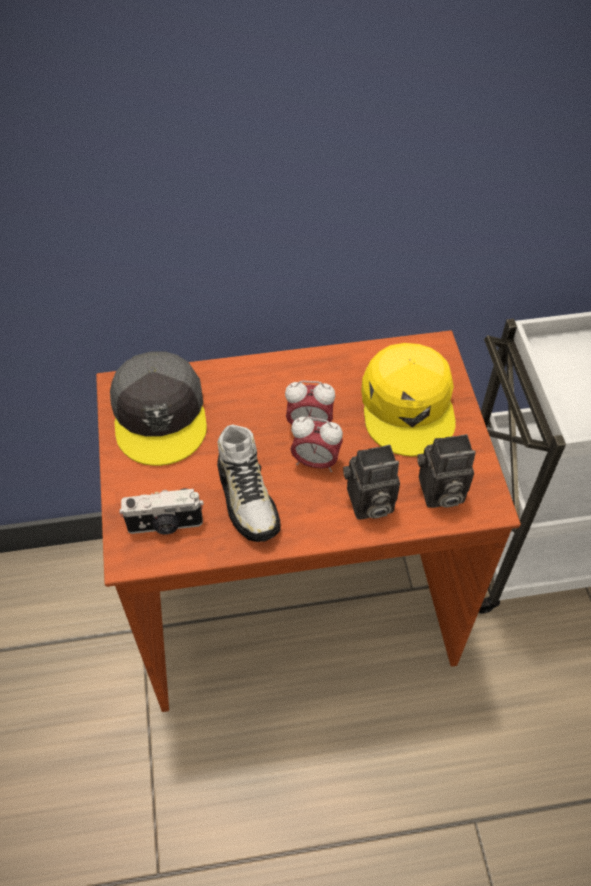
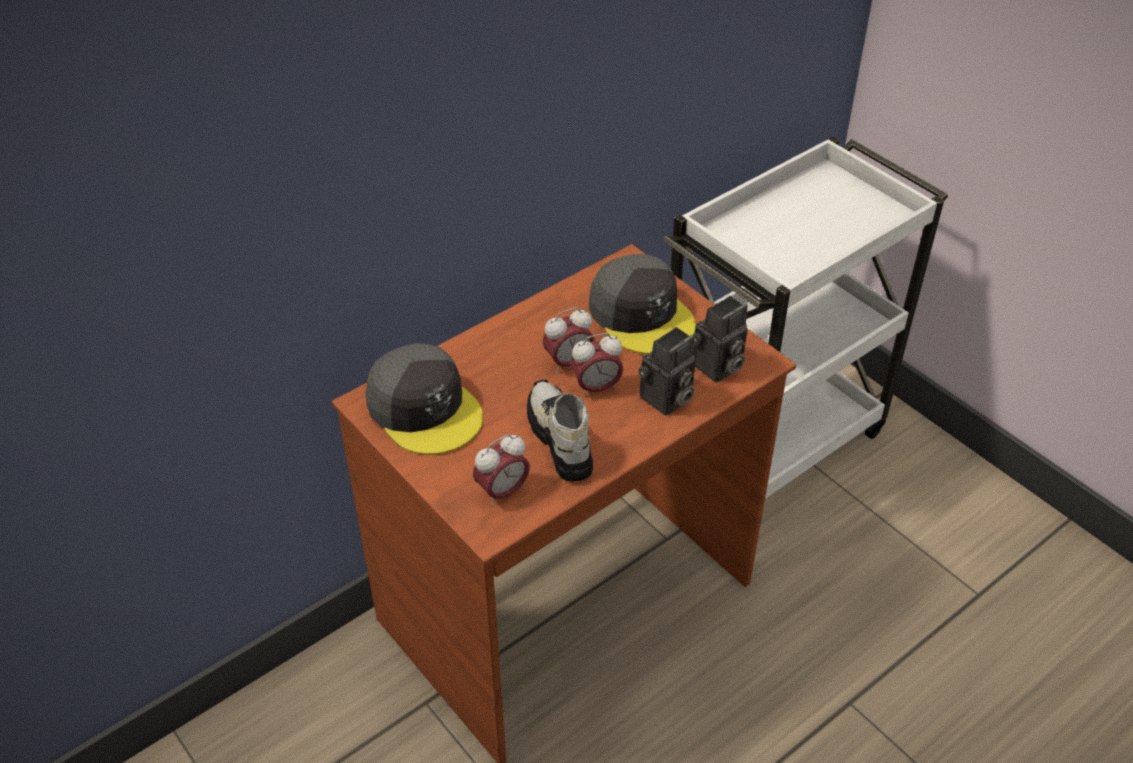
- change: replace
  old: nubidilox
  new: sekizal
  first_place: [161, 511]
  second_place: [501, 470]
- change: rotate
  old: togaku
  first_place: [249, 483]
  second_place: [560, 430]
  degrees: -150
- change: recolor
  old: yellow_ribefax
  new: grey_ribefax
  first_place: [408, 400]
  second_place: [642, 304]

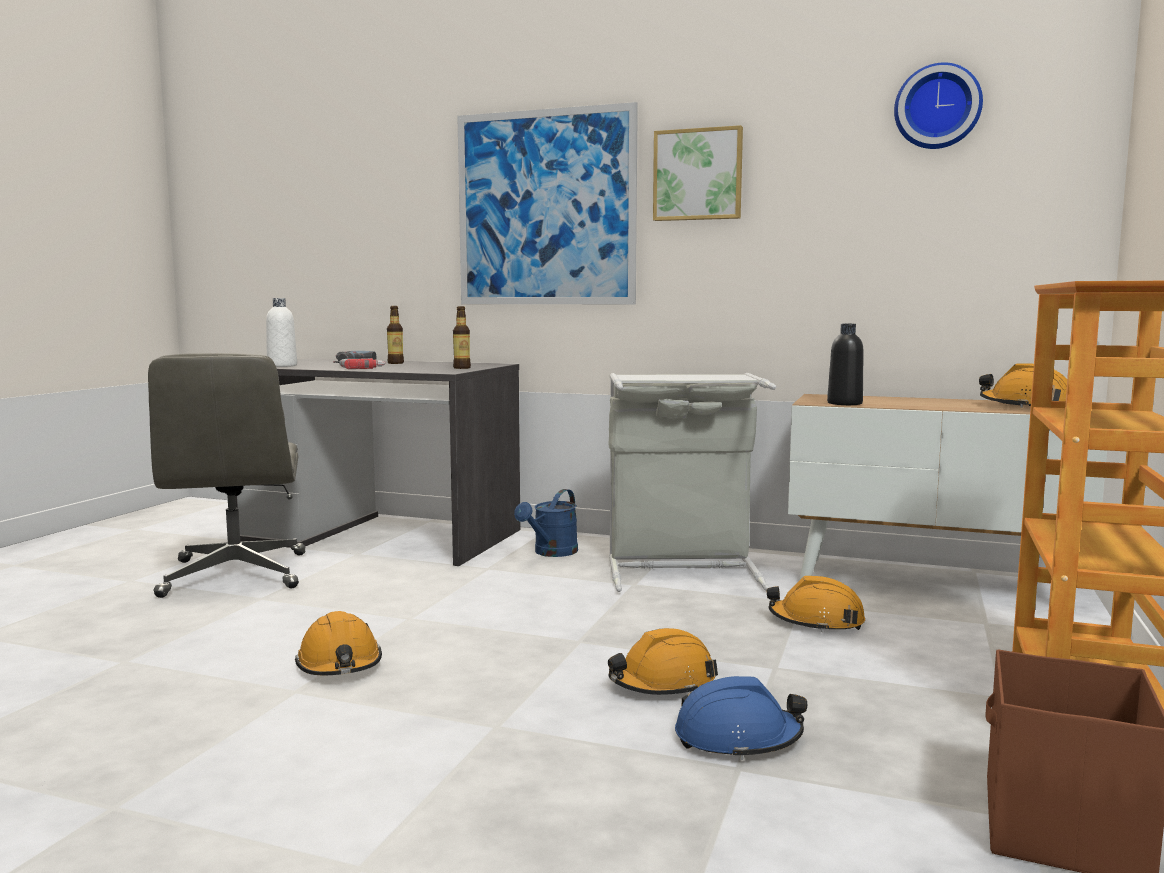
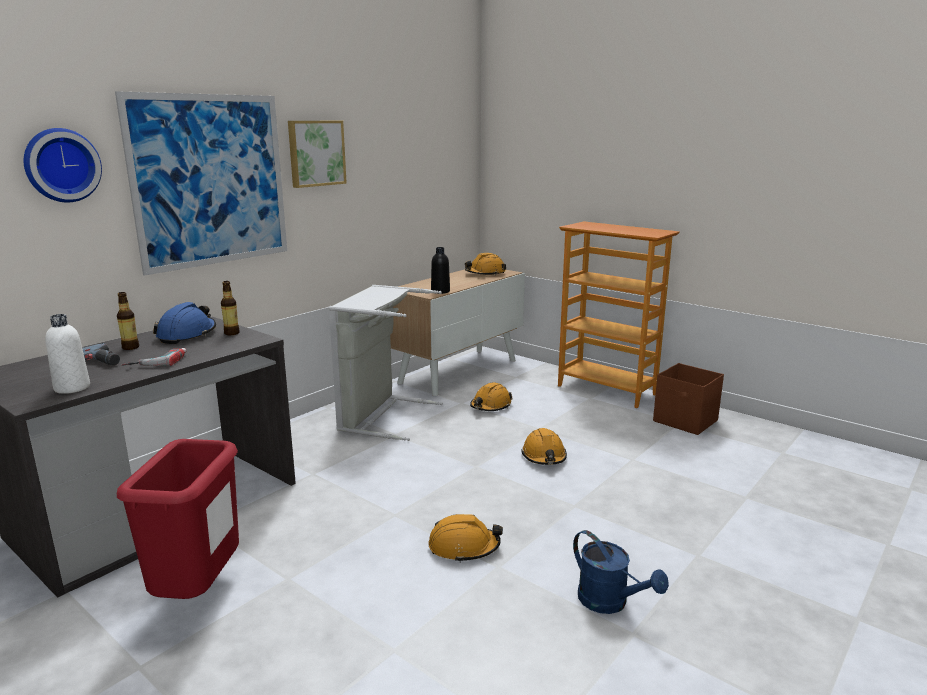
- change: replace
  old: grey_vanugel
  new: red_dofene
  first_place: [227, 475]
  second_place: [178, 519]
- change: move
  old: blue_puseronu
  first_place: [546, 523]
  second_place: [621, 572]
- change: move
  old: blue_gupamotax
  first_place: [741, 718]
  second_place: [184, 323]
- change: move
  old: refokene
  first_place: [938, 105]
  second_place: [63, 165]

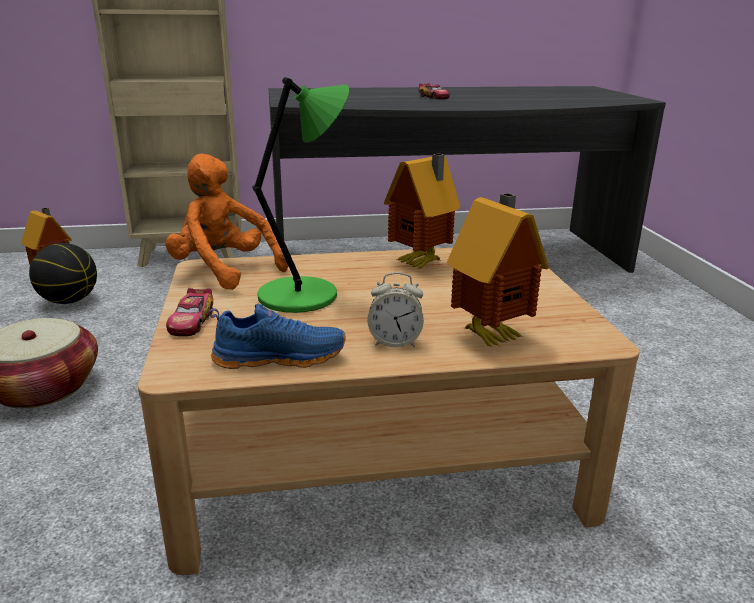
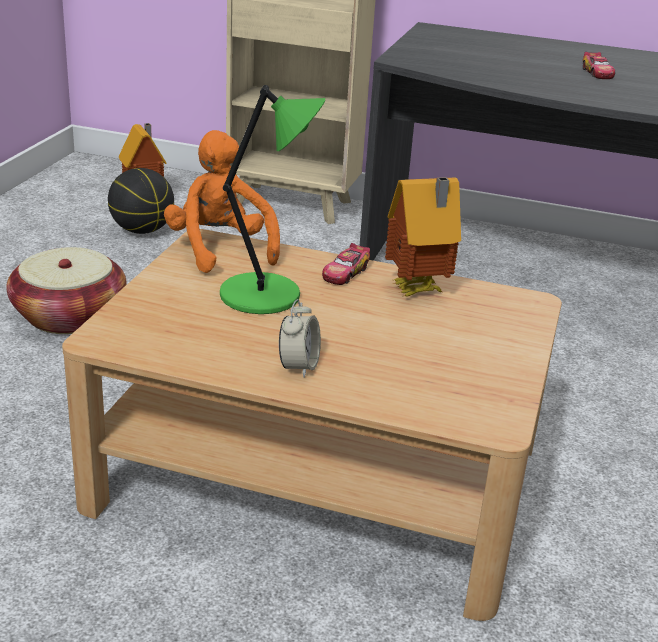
- change: move
  old: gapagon
  first_place: [189, 312]
  second_place: [346, 264]
- change: delete
  old: blue_togaku
  first_place: [277, 336]
- change: rotate
  old: sekizal
  first_place: [395, 309]
  second_place: [300, 338]
  degrees: -105
- change: delete
  old: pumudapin
  first_place: [498, 270]

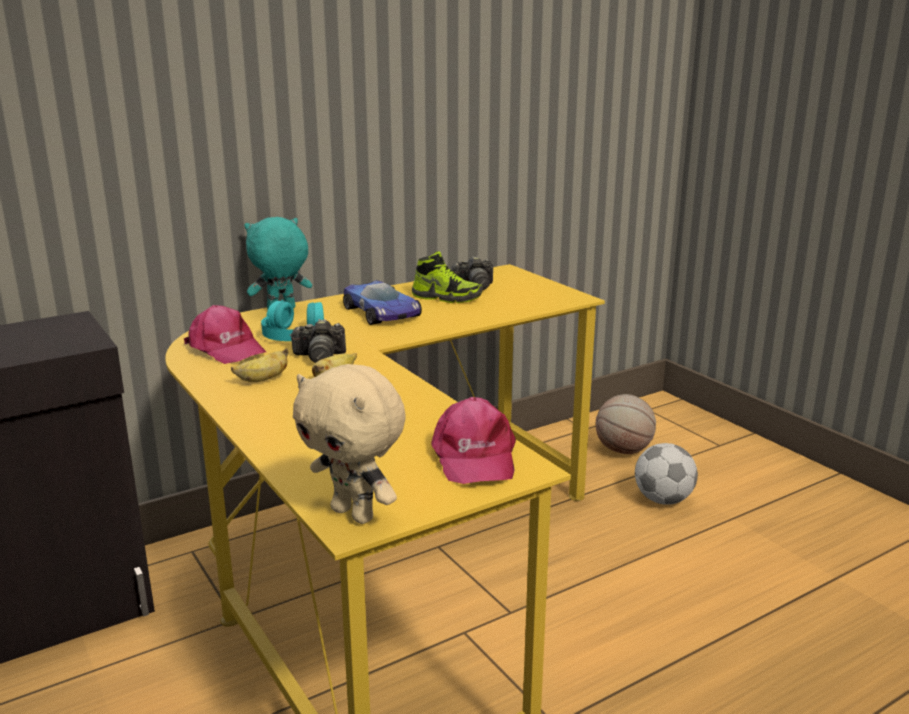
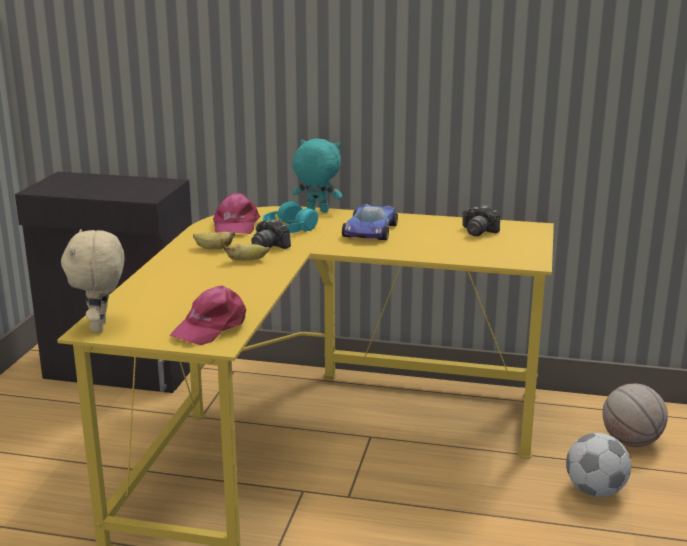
- change: delete
  old: togaku
  first_place: [447, 277]

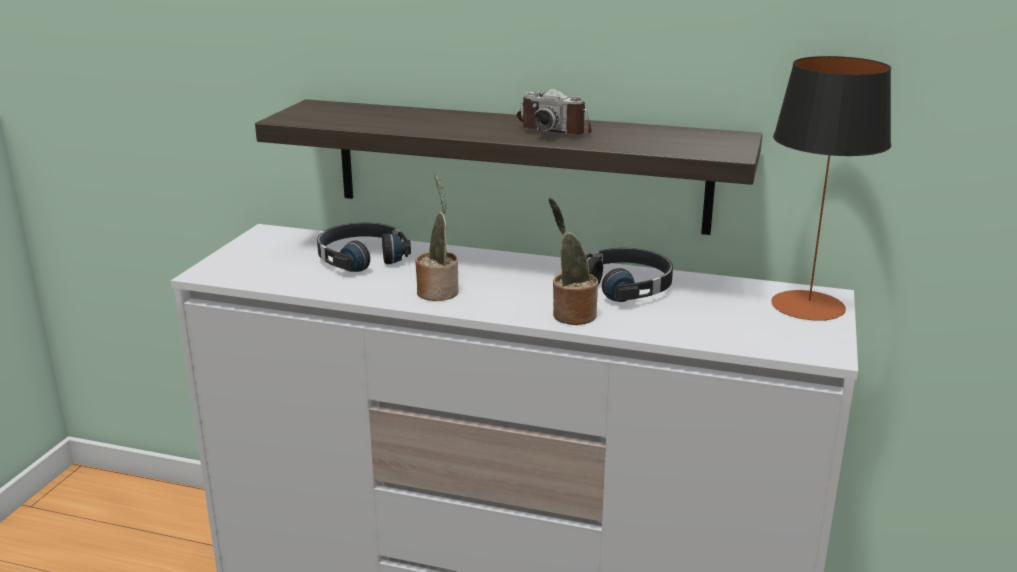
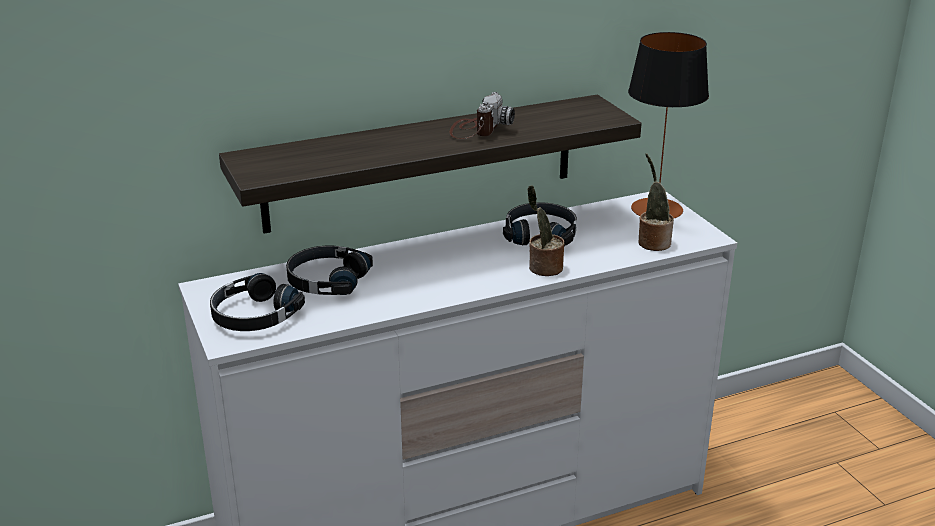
- change: move
  old: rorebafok
  first_place: [437, 237]
  second_place: [656, 202]
- change: rotate
  old: nubidilox
  first_place: [554, 112]
  second_place: [482, 115]
  degrees: -60
- change: insert
  new: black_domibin
  second_place: [257, 302]

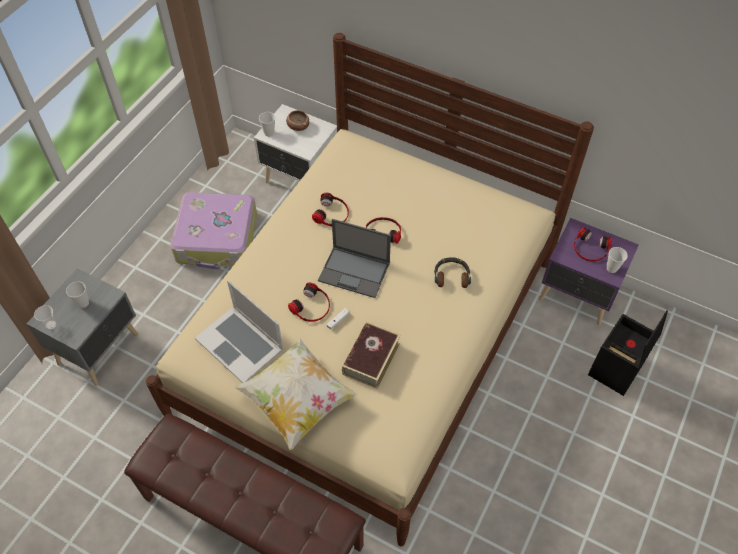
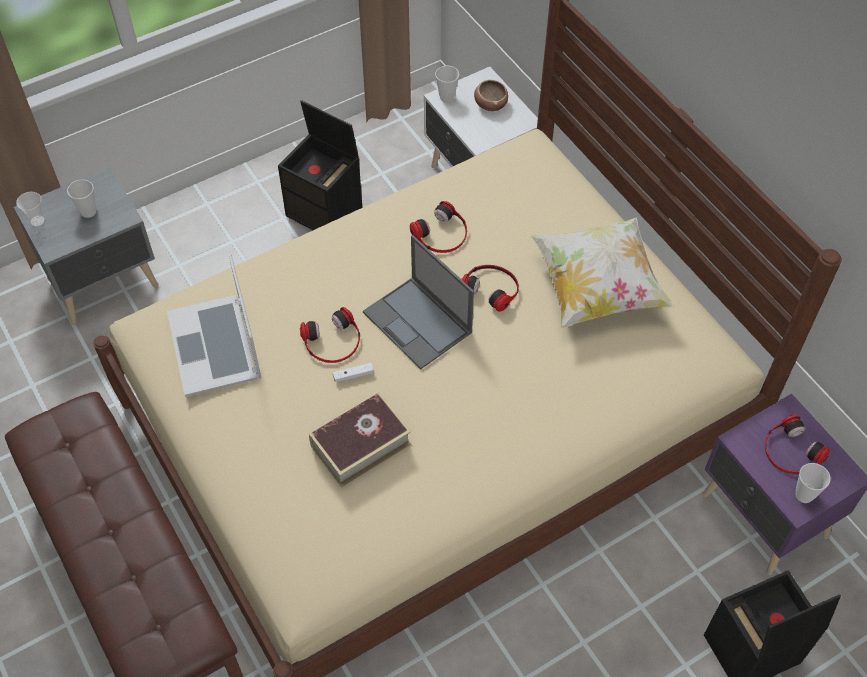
- change: replace
  old: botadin
  new: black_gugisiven
  first_place: [214, 231]
  second_place: [320, 165]
- change: move
  old: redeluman
  first_place: [296, 394]
  second_place: [603, 272]
- change: delete
  old: domibin
  first_place: [452, 272]

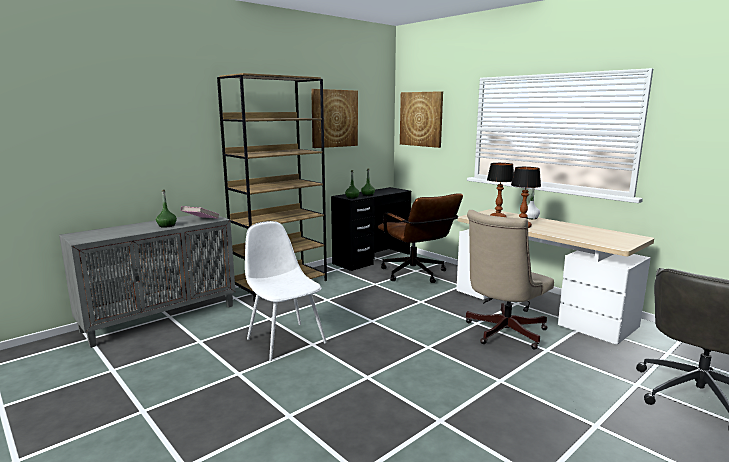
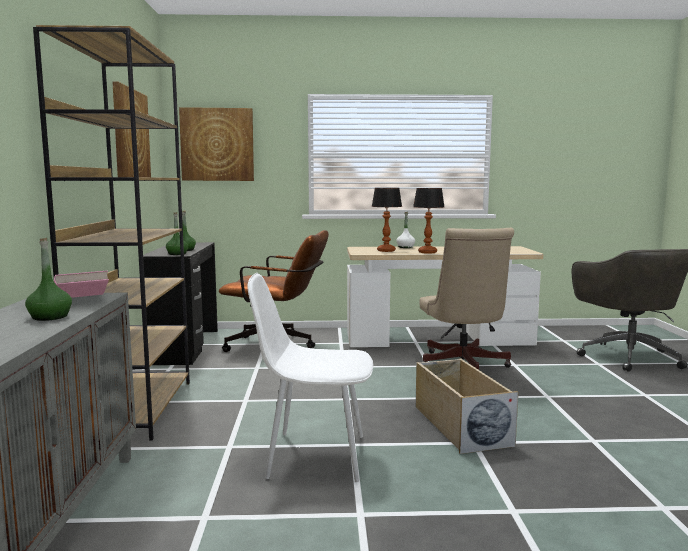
- change: insert
  new: beige_gugisiven
  second_place: [467, 406]

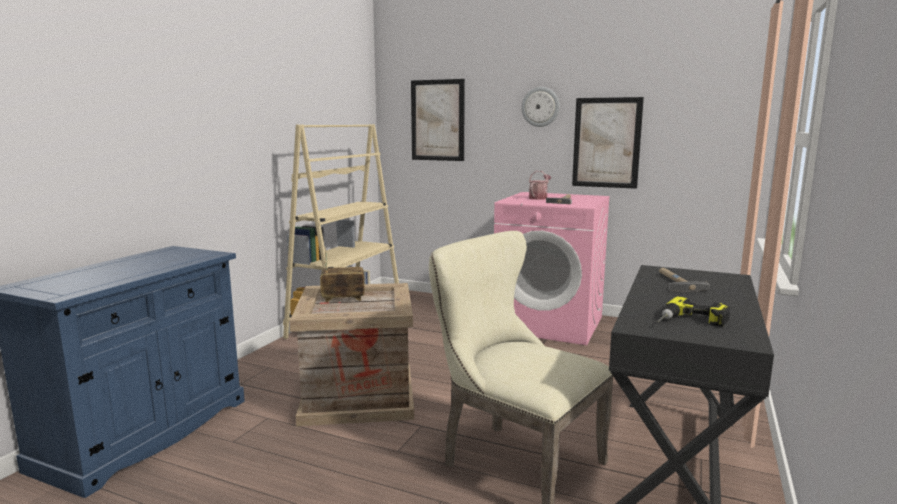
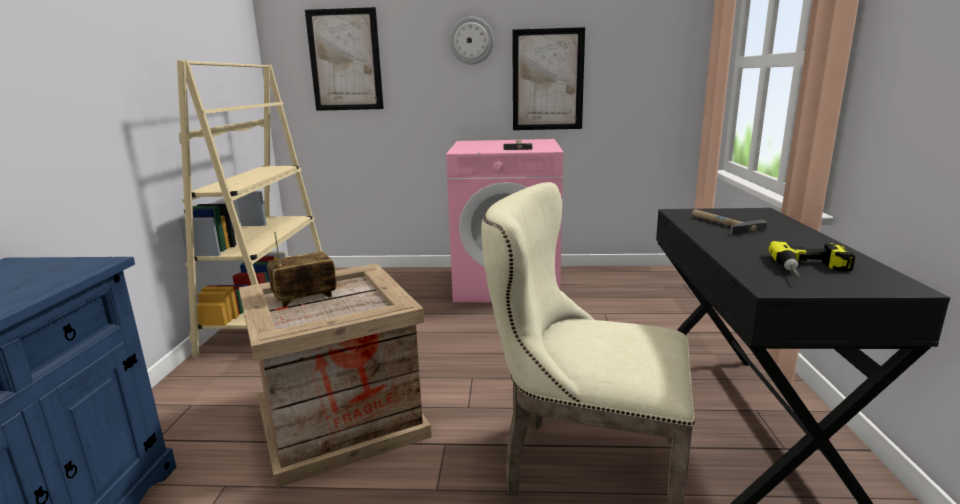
- change: delete
  old: puseronu
  first_place: [540, 185]

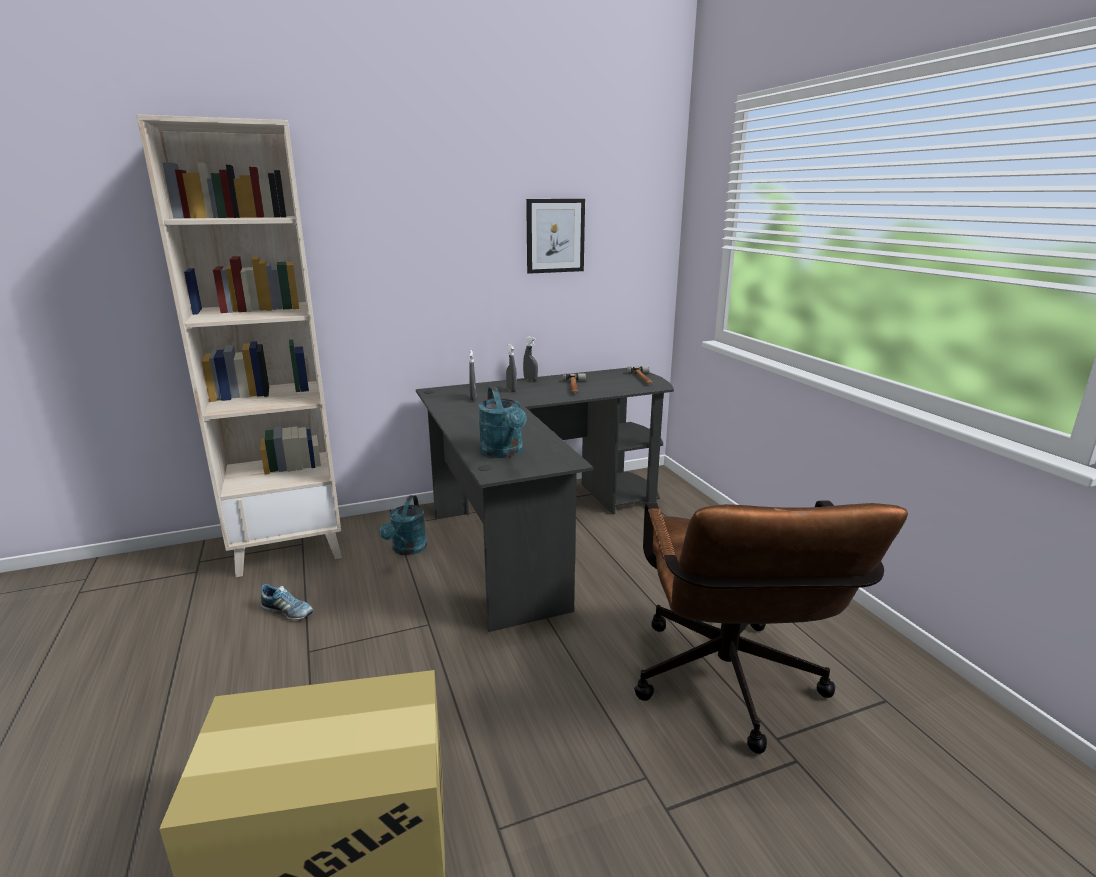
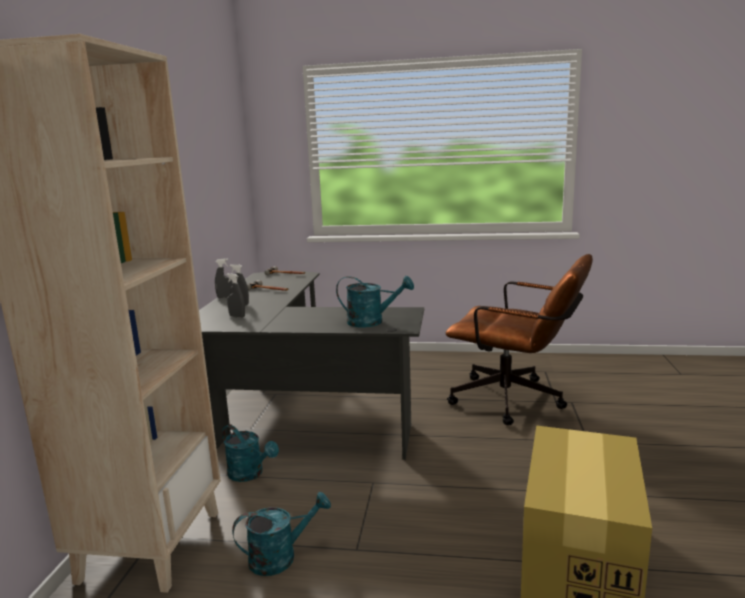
- change: replace
  old: togaku
  new: turquoise_puseronu
  first_place: [286, 602]
  second_place: [281, 534]
- change: delete
  old: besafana
  first_place: [555, 236]

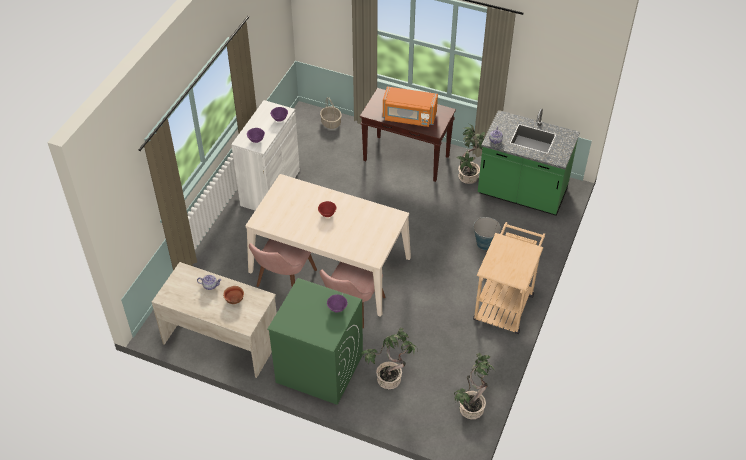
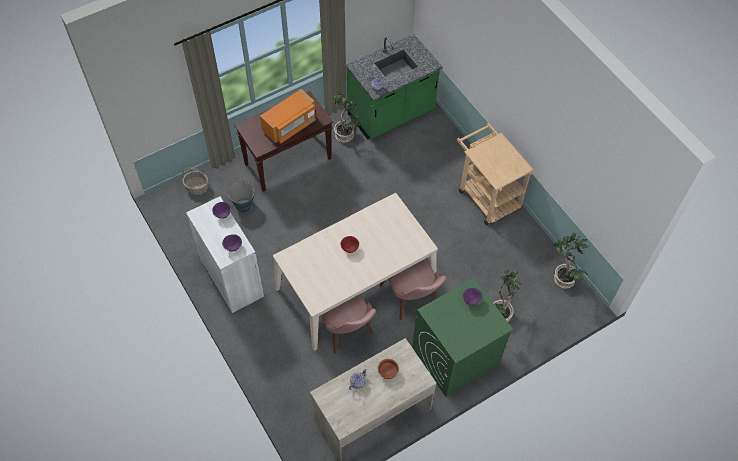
- change: move
  old: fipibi
  first_place: [487, 233]
  second_place: [241, 196]

